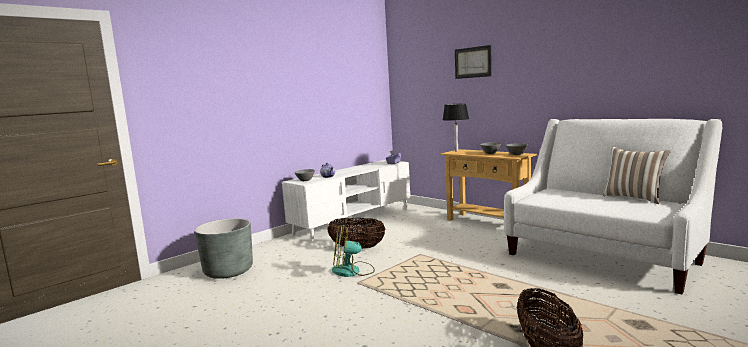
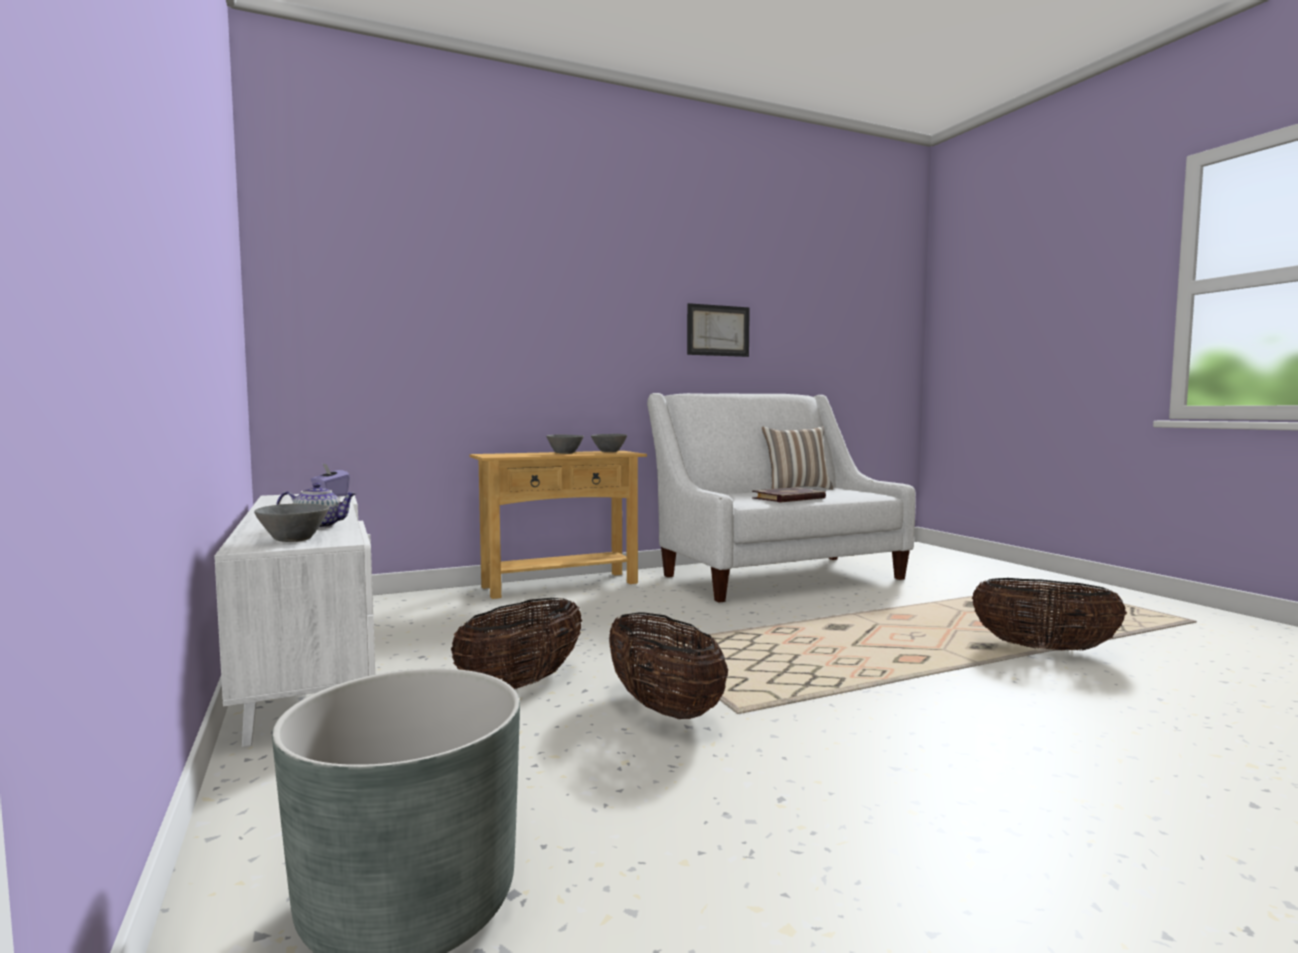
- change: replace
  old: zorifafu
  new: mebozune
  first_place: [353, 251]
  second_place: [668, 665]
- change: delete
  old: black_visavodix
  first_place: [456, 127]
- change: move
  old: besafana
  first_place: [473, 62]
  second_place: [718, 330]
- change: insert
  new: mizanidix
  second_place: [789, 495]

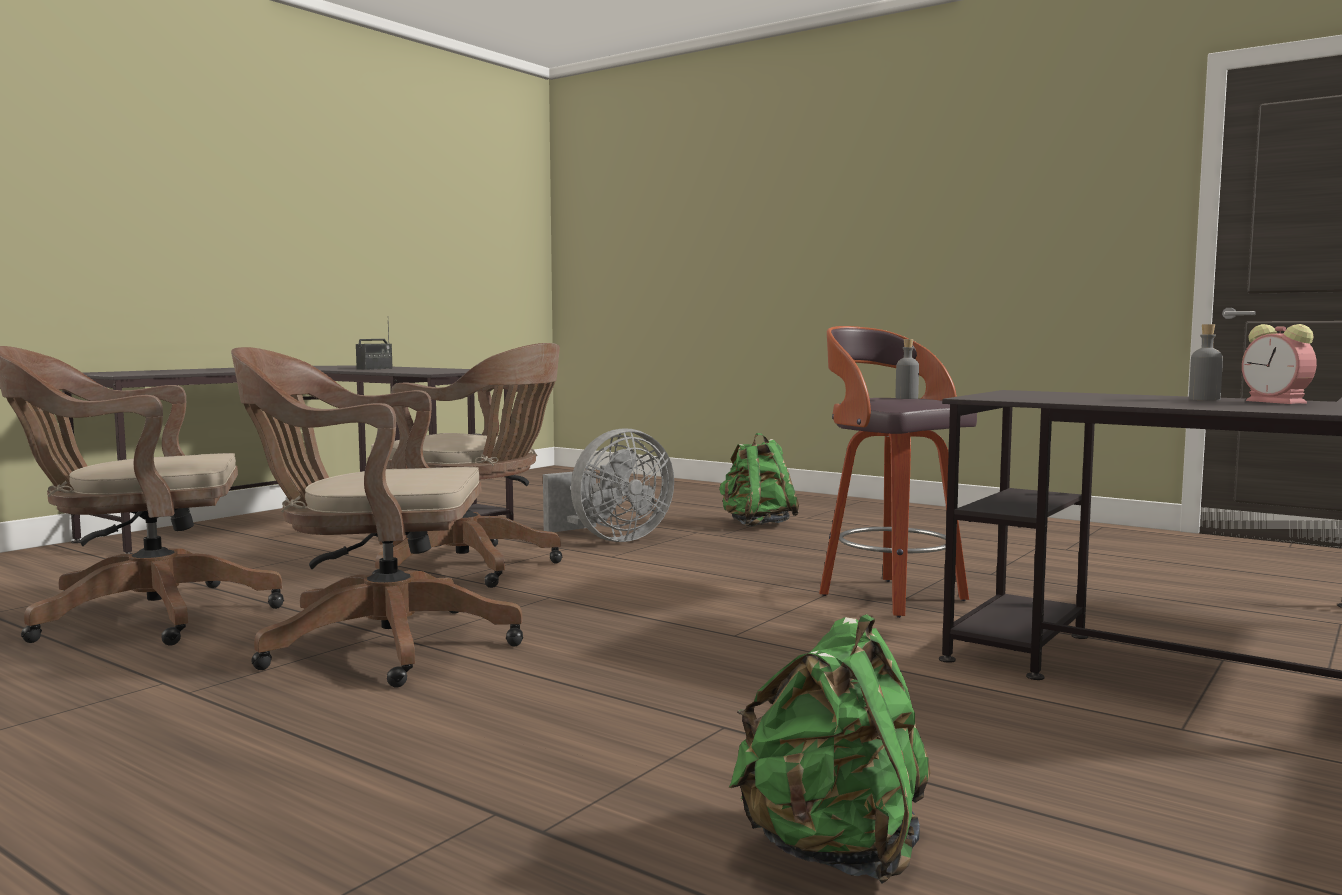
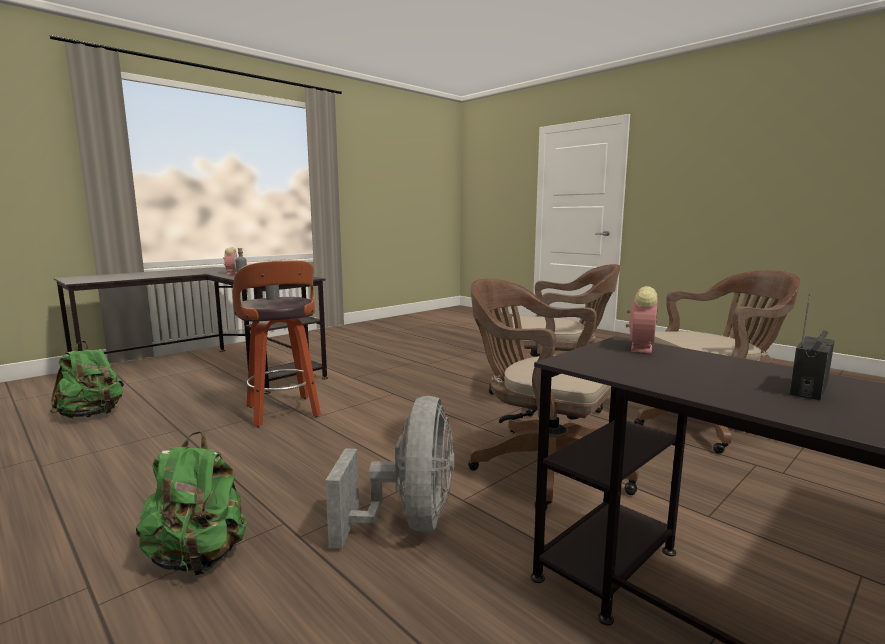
- change: rotate
  old: grey_zorifafu
  first_place: [608, 485]
  second_place: [390, 472]
  degrees: 120
- change: move
  old: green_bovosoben
  first_place: [830, 749]
  second_place: [87, 379]
- change: insert
  new: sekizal
  second_place: [642, 319]

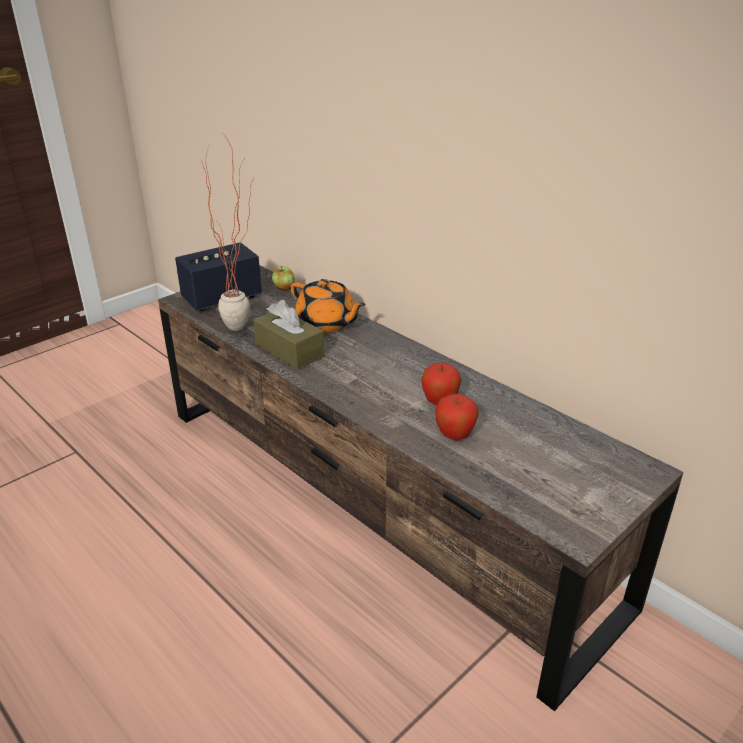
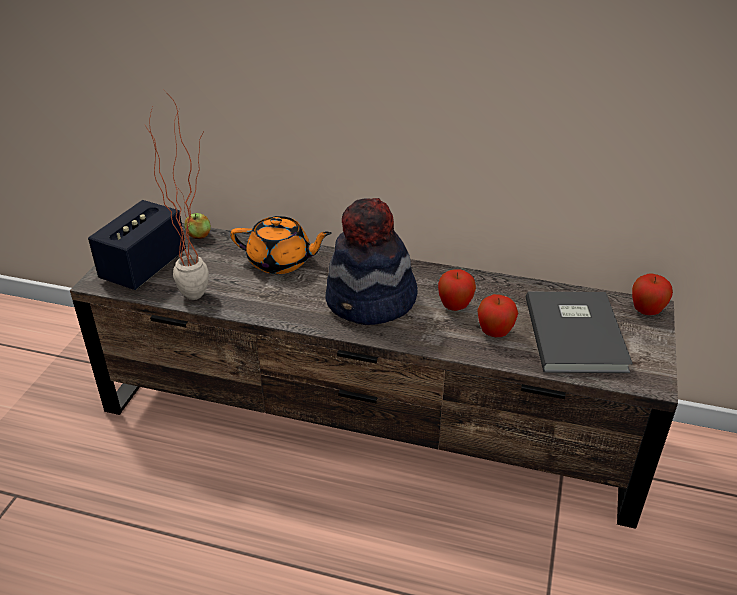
- change: delete
  old: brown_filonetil
  first_place: [288, 334]
- change: insert
  new: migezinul
  second_place: [371, 261]
- change: insert
  new: grey_mizanidix
  second_place: [579, 332]
- change: insert
  new: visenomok
  second_place: [652, 294]

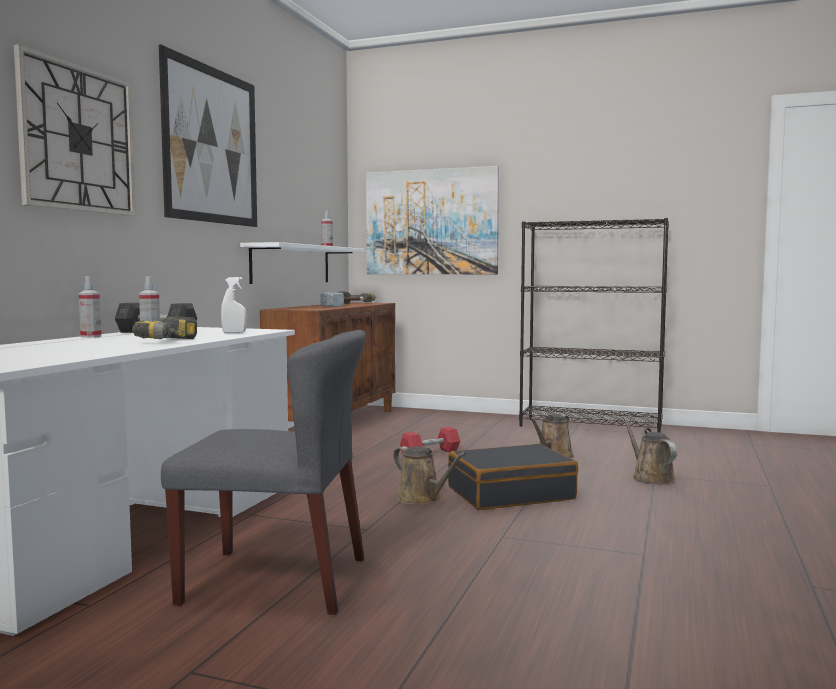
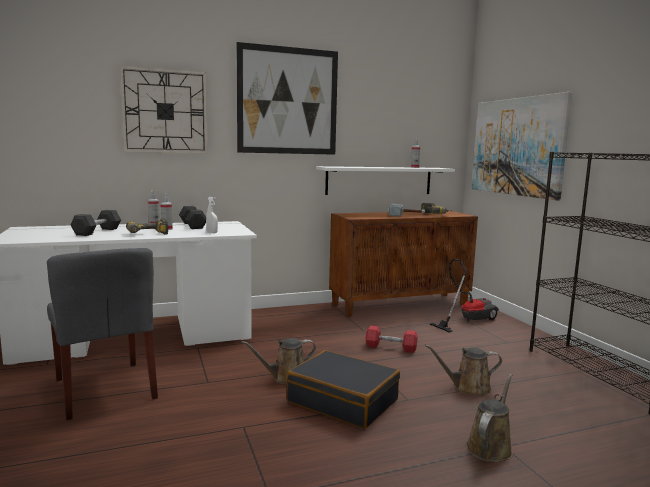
- change: rotate
  old: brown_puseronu
  first_place: [429, 475]
  second_place: [279, 361]
  degrees: 60
- change: insert
  new: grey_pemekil
  second_place: [96, 223]
- change: insert
  new: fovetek
  second_place: [464, 296]

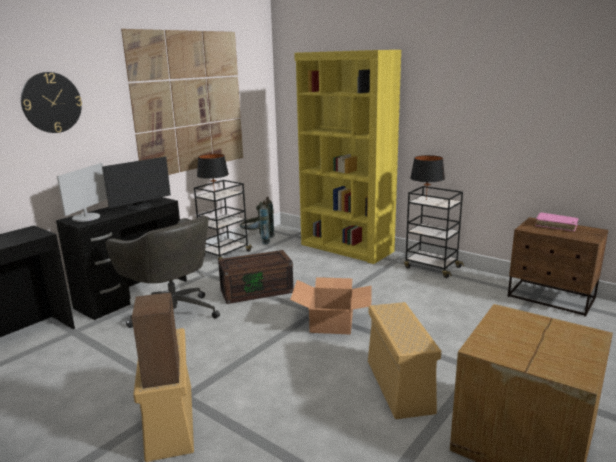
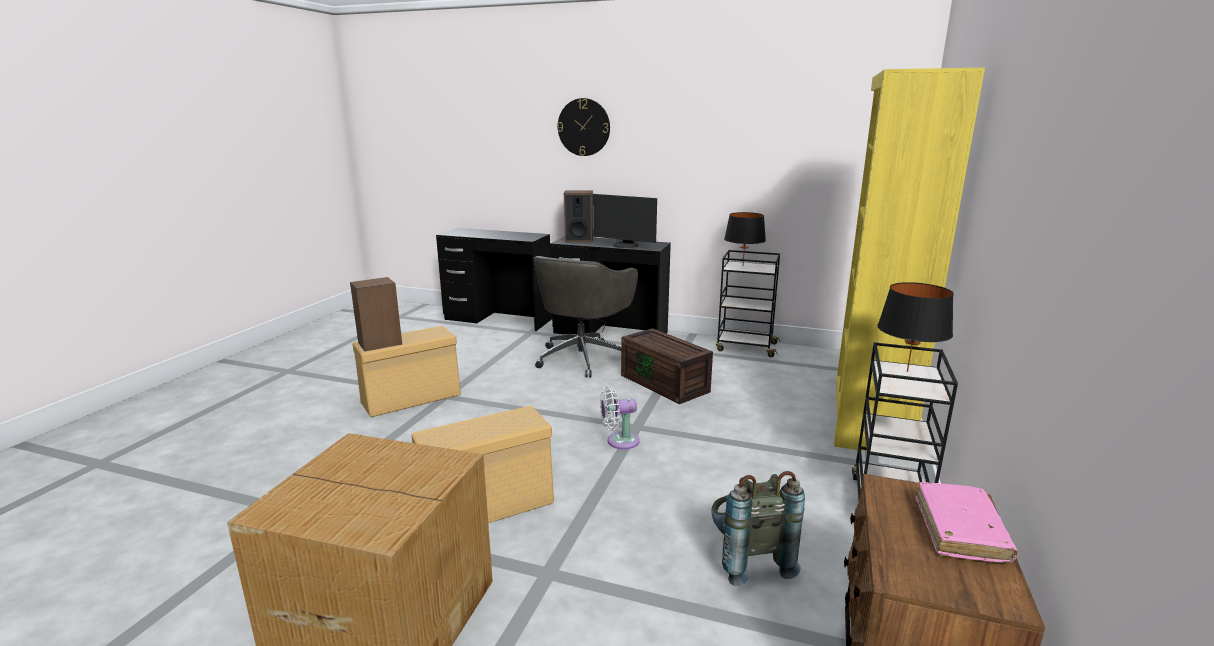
- change: replace
  old: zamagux
  new: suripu
  first_place: [82, 192]
  second_place: [578, 216]
- change: delete
  old: besafana
  first_place: [182, 102]
- change: move
  old: grey_bovosoben
  first_place: [257, 221]
  second_place: [758, 528]
- change: replace
  old: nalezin
  new: white_zorifafu
  first_place: [331, 306]
  second_place: [620, 417]

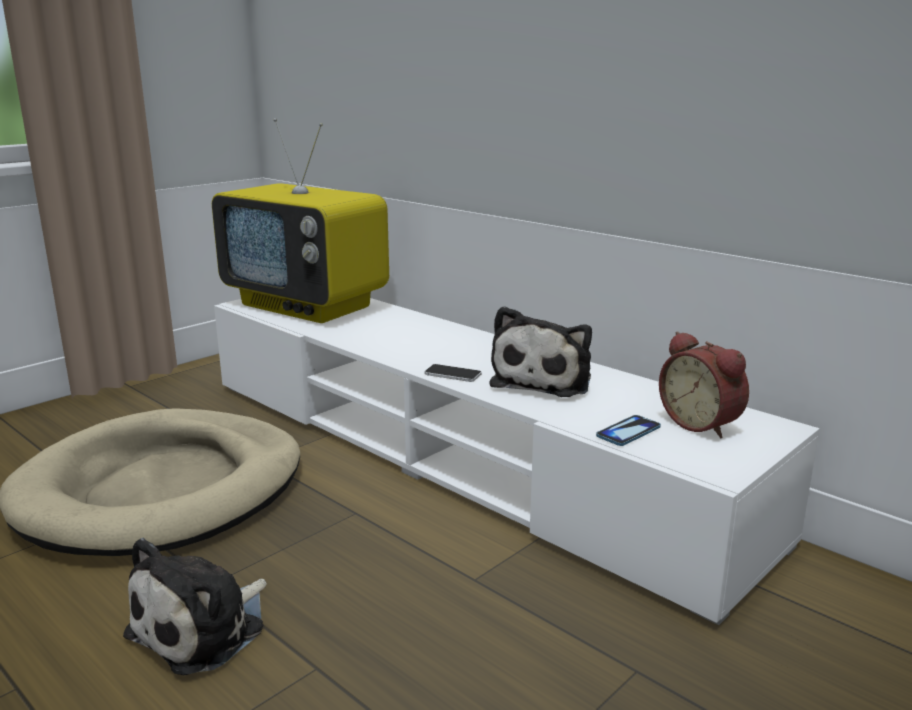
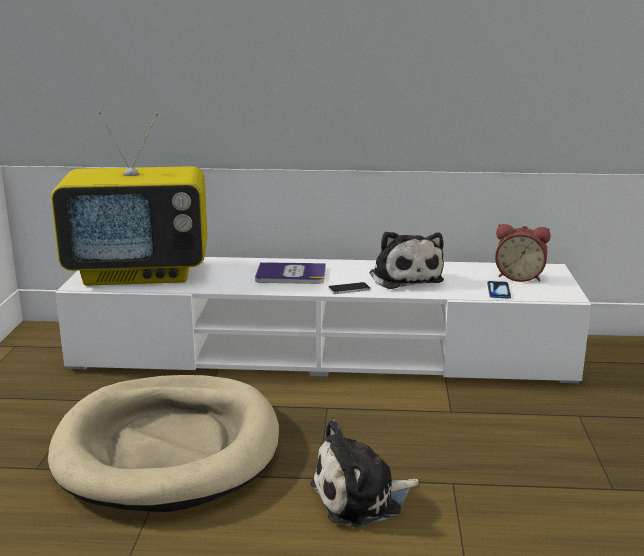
- change: rotate
  old: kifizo
  first_place: [195, 607]
  second_place: [364, 473]
  degrees: 75
- change: insert
  new: mizanidix
  second_place: [290, 273]

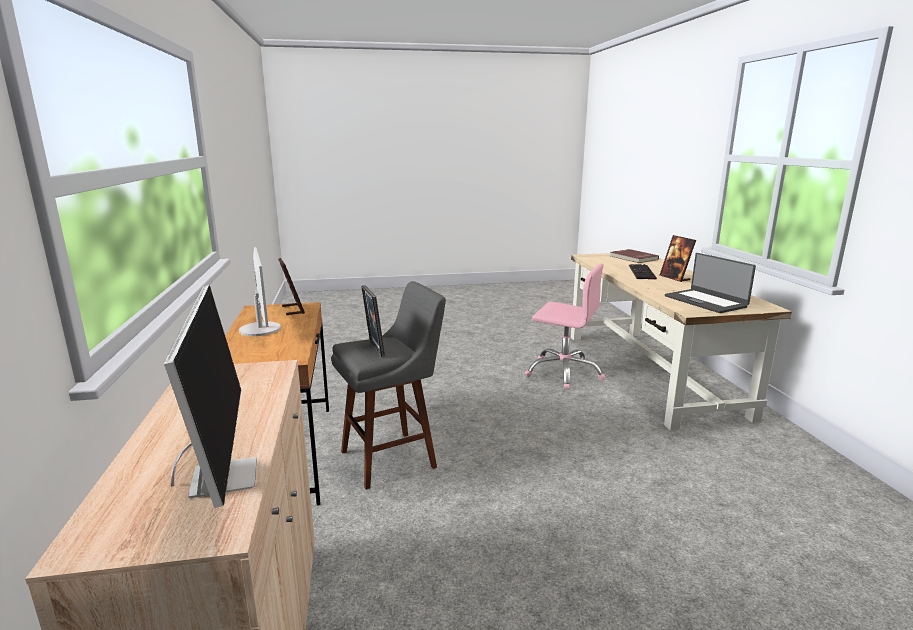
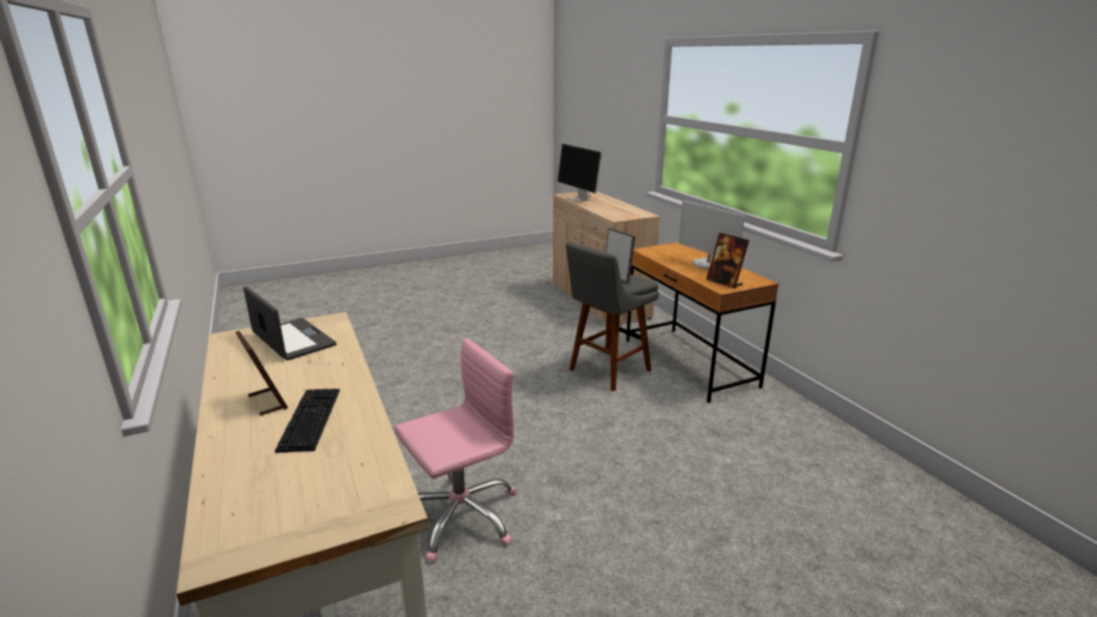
- change: rotate
  old: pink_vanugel
  first_place: [565, 327]
  second_place: [455, 450]
  degrees: 135
- change: delete
  old: red_mizanidix
  first_place: [634, 256]

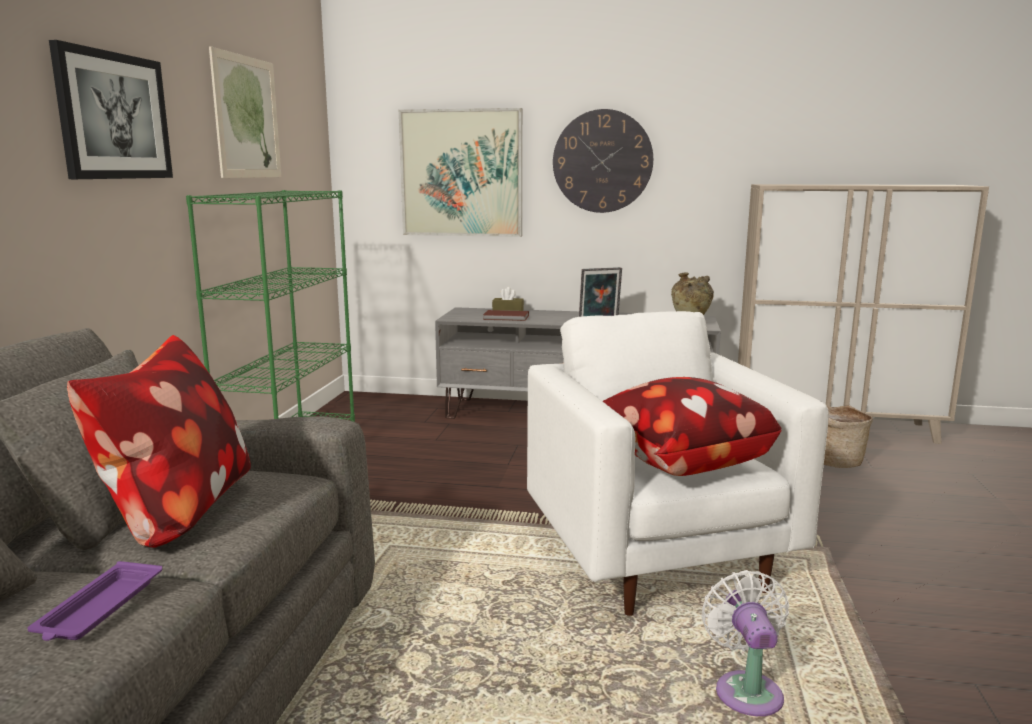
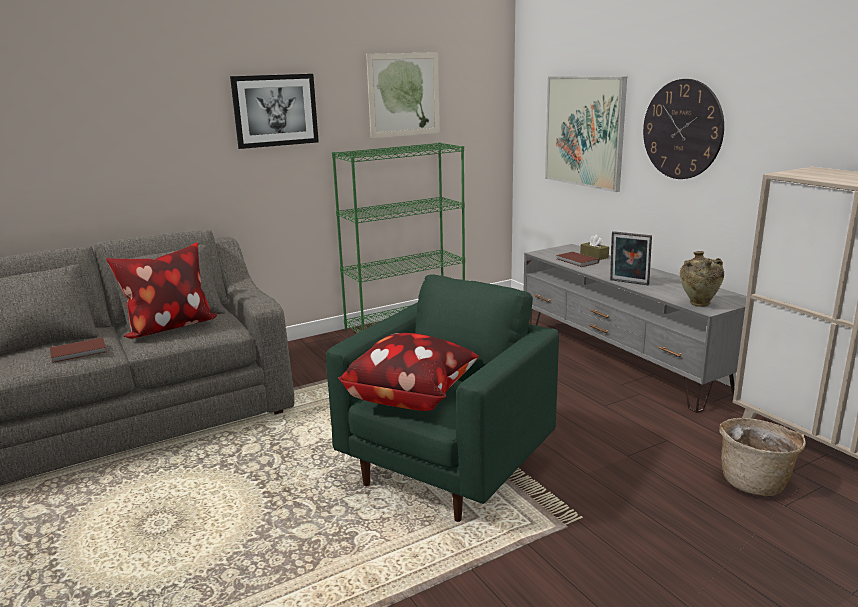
- change: replace
  old: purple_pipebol
  new: brown_mizanidix
  first_place: [94, 601]
  second_place: [78, 350]
- change: recolor
  old: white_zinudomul
  new: green_zinudomul
  first_place: [678, 463]
  second_place: [442, 398]
- change: delete
  old: white_zorifafu
  first_place: [745, 643]

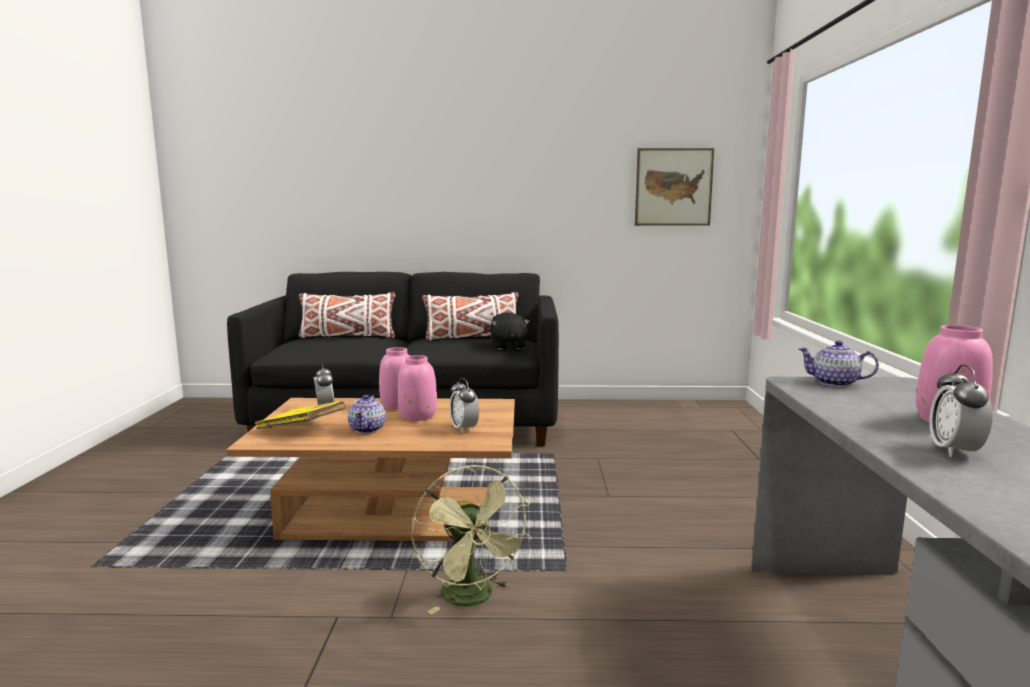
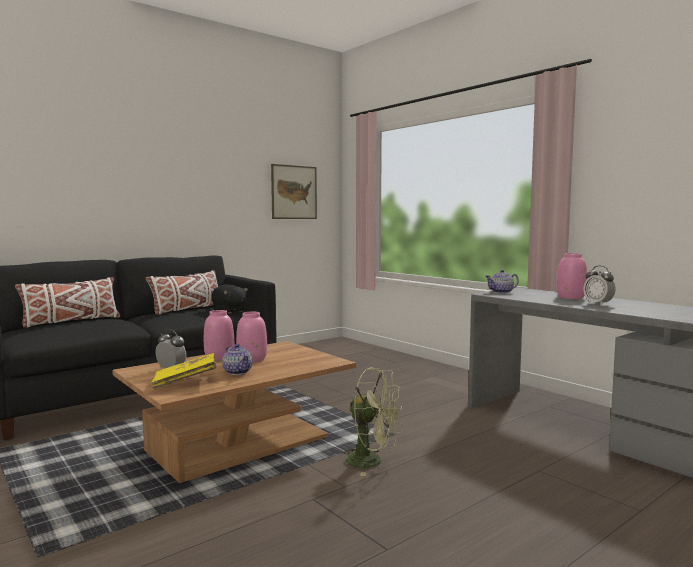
- change: delete
  old: sekizal
  first_place: [464, 405]

